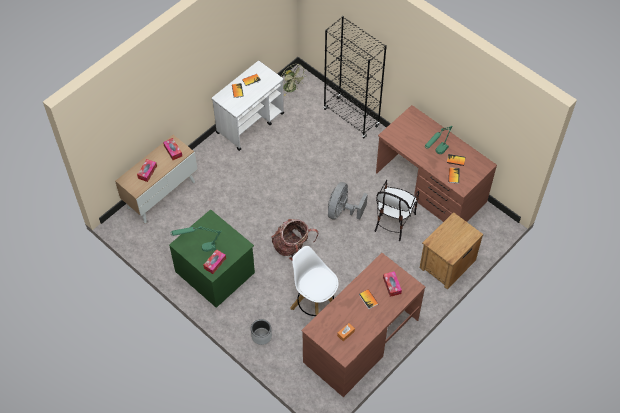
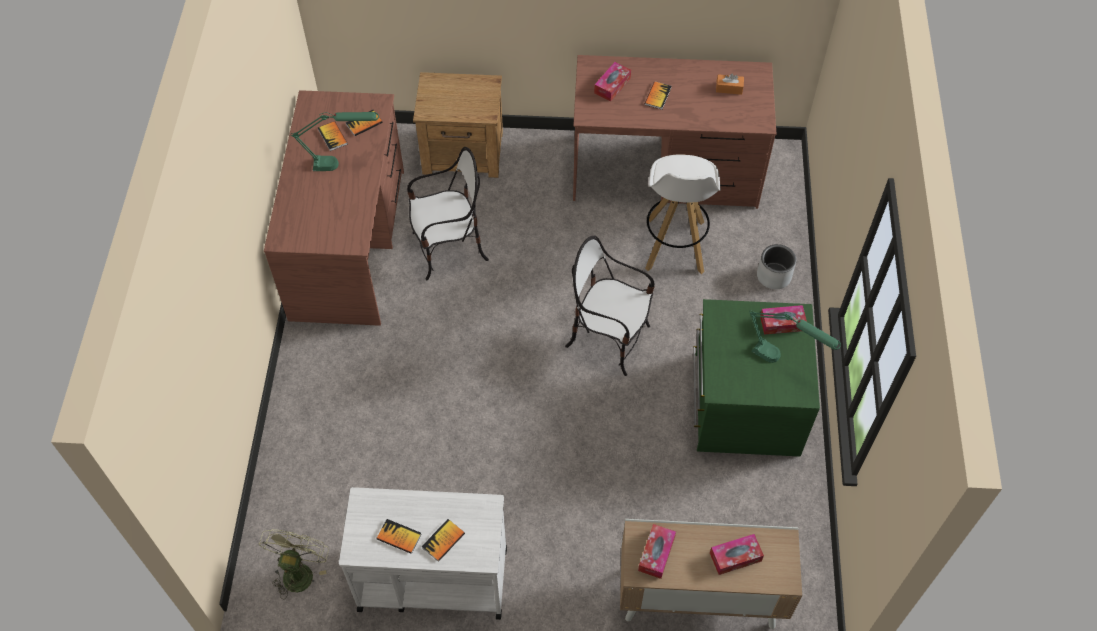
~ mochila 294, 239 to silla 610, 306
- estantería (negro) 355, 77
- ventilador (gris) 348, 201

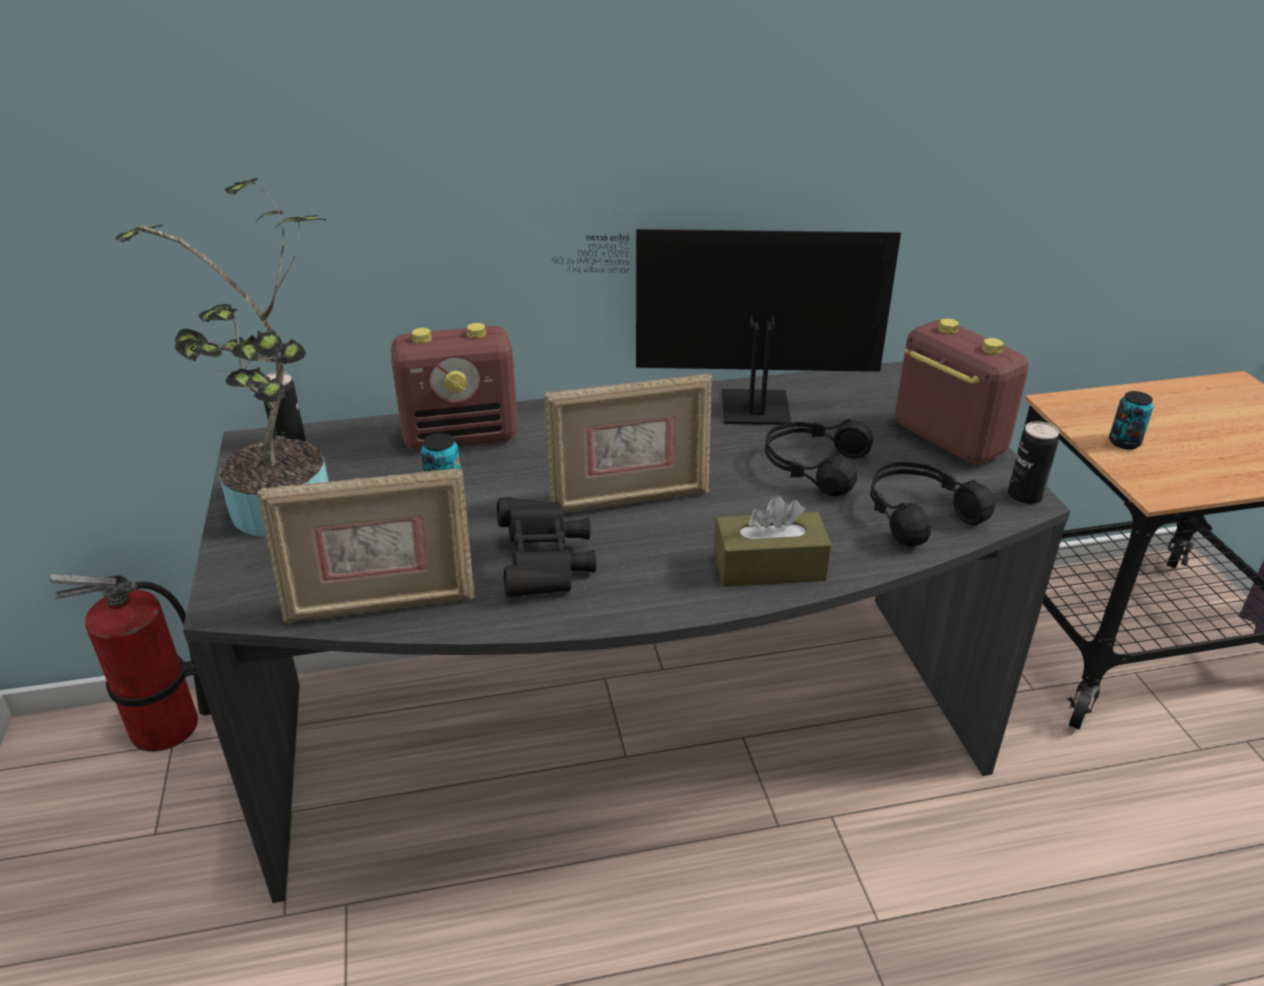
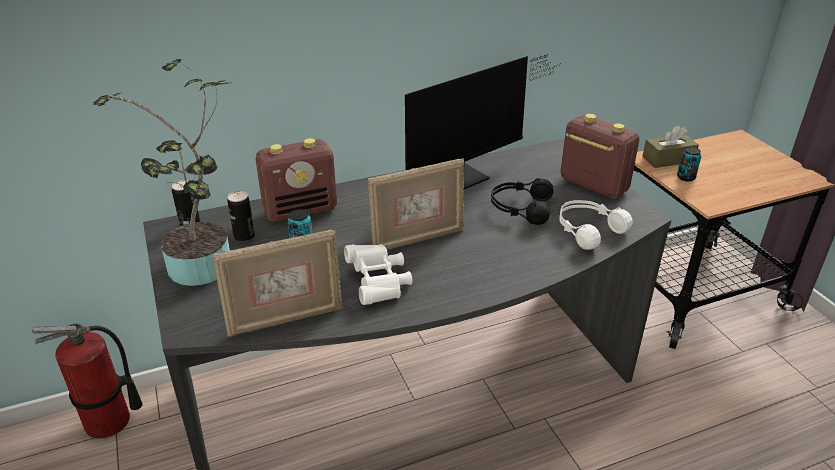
~ prismáticos (negro) 546, 547 to prismáticos (blanco) 378, 274
~ monitor 726, 327 = 483, 121 150 degrees clockwise
~ caja de pañuelos (marrón) 773, 541 to 670, 146
~ auriculares (negro) 932, 504 to auriculares (blanco) 595, 225
~ lata 1033, 463 to 241, 216

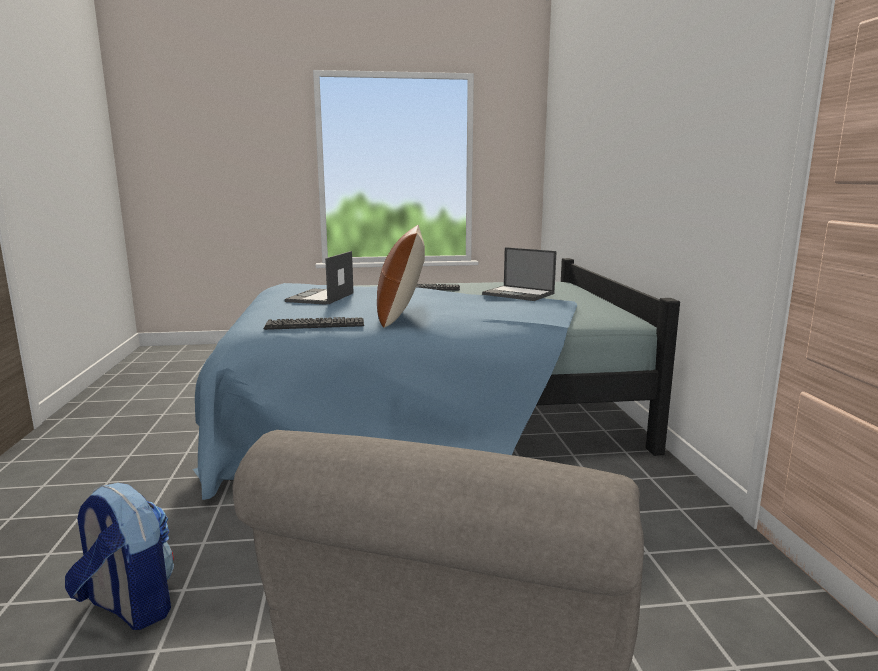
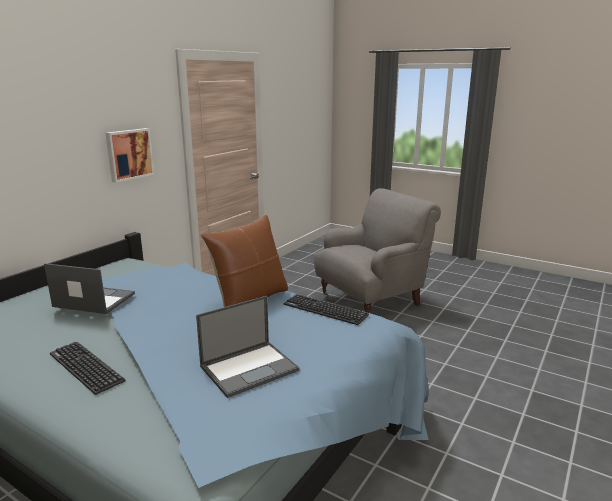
- mochila 119, 556
~ portátil 519, 274 = 89, 288 60 degrees counterclockwise
+ cuadro 130, 155

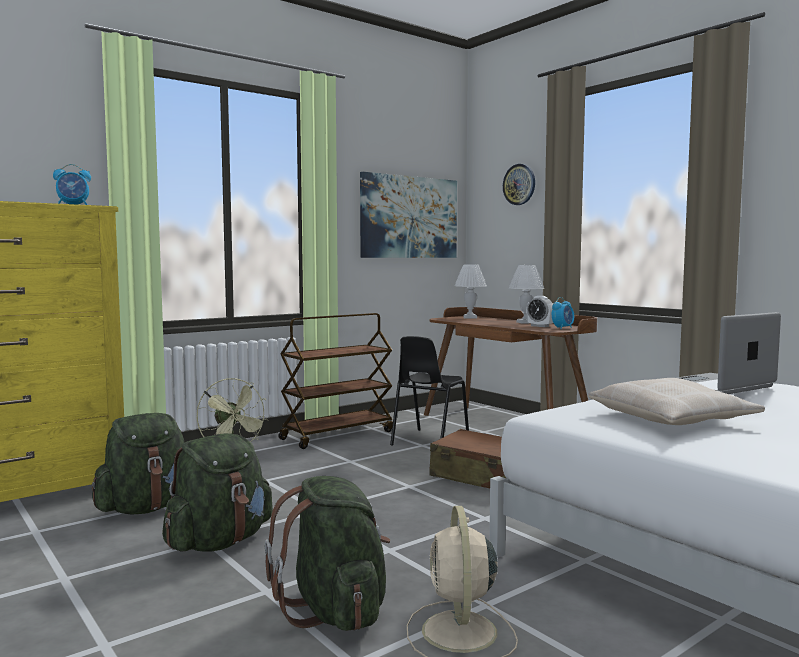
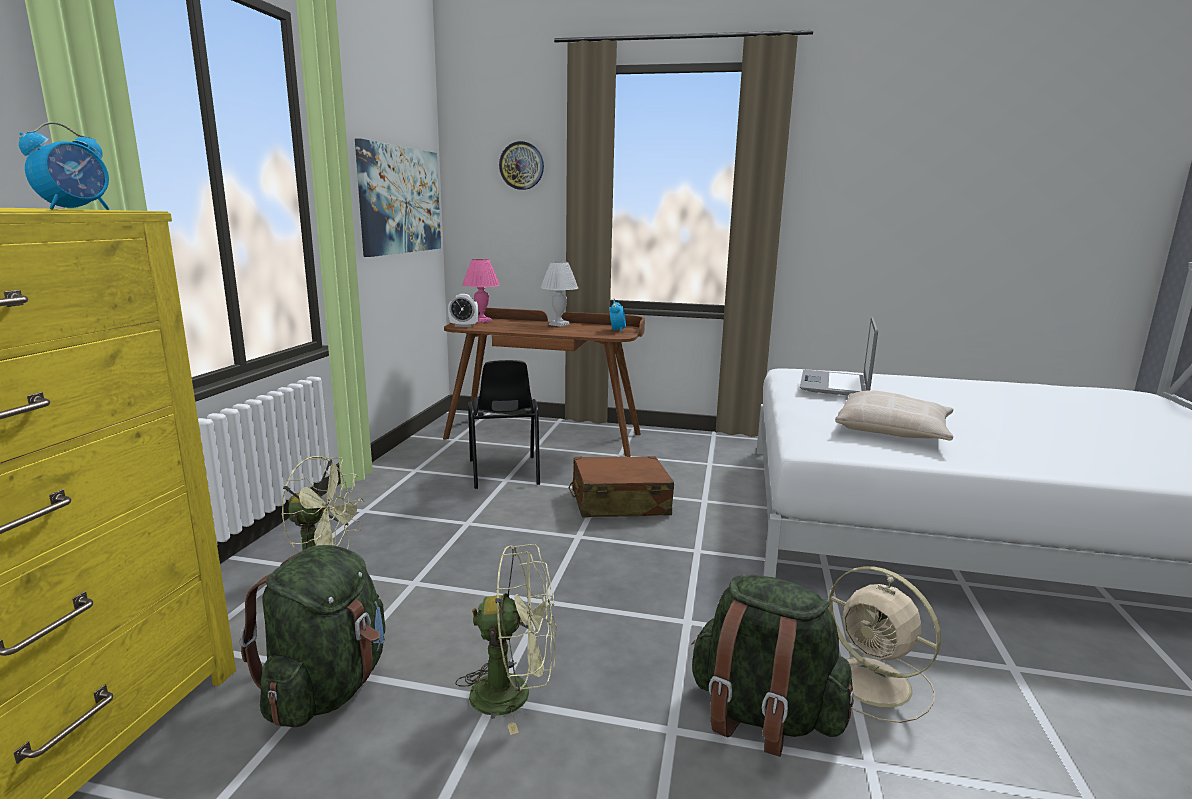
~ mochila (verde) 217, 492 to ventilador (verde) 506, 639
- carrito (marrón) 335, 381
~ lámpara de mesa (blanco) 471, 291 to lámpara de mesa (rosa) 481, 291
~ despertador 539, 311 to 463, 310

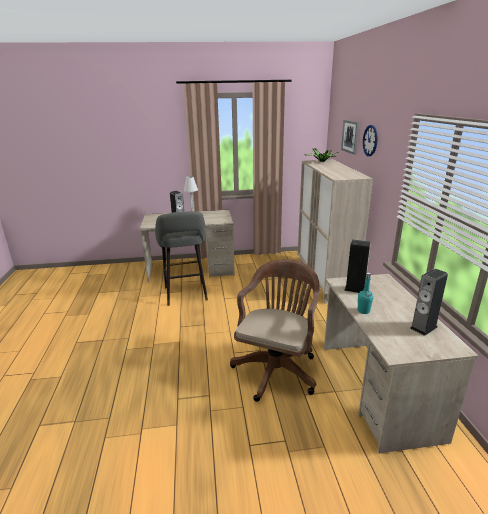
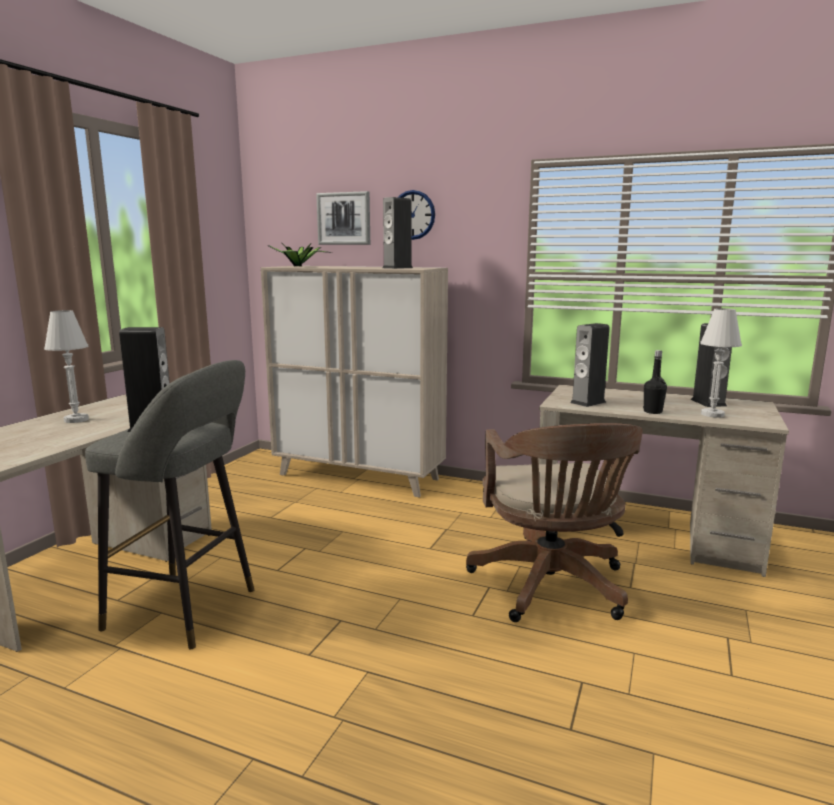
~ silla de oficina (marrón) 274, 330 = 554, 522 150 degrees counterclockwise
~ botella (turquesa) 366, 293 to botella (negro) 655, 382
+ altavoz 397, 233
+ lámpara de mesa (blanco) 721, 363

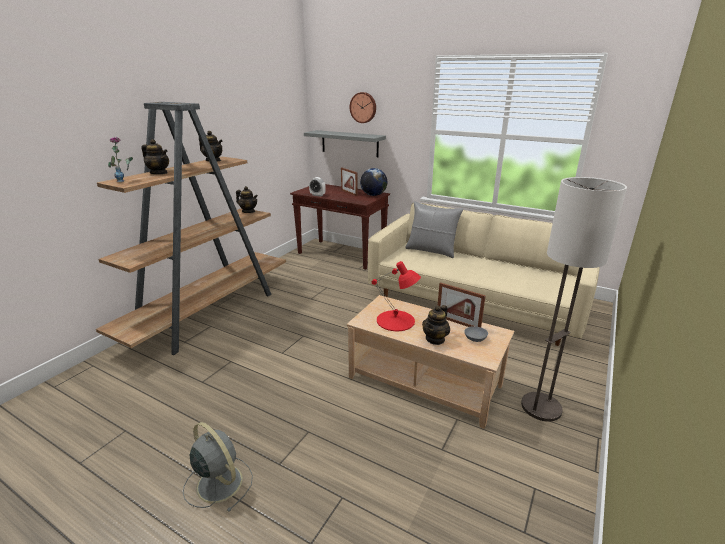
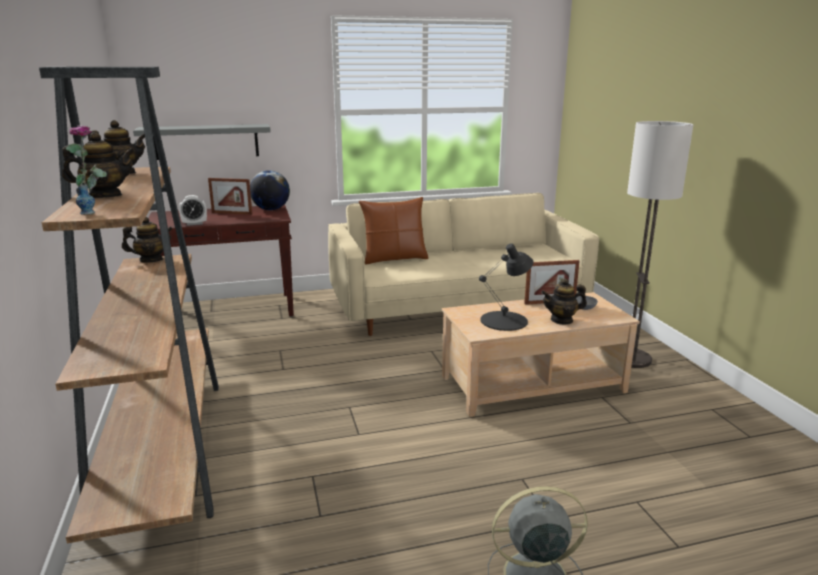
- reloj de pared 363, 107
~ lámpara de mesa (rojo) 396, 296 to lámpara de mesa (negro) 506, 287
~ cojín (gris) 434, 229 to cojín (marrón) 394, 230
~ tetera 436, 325 = 564, 301 90 degrees clockwise

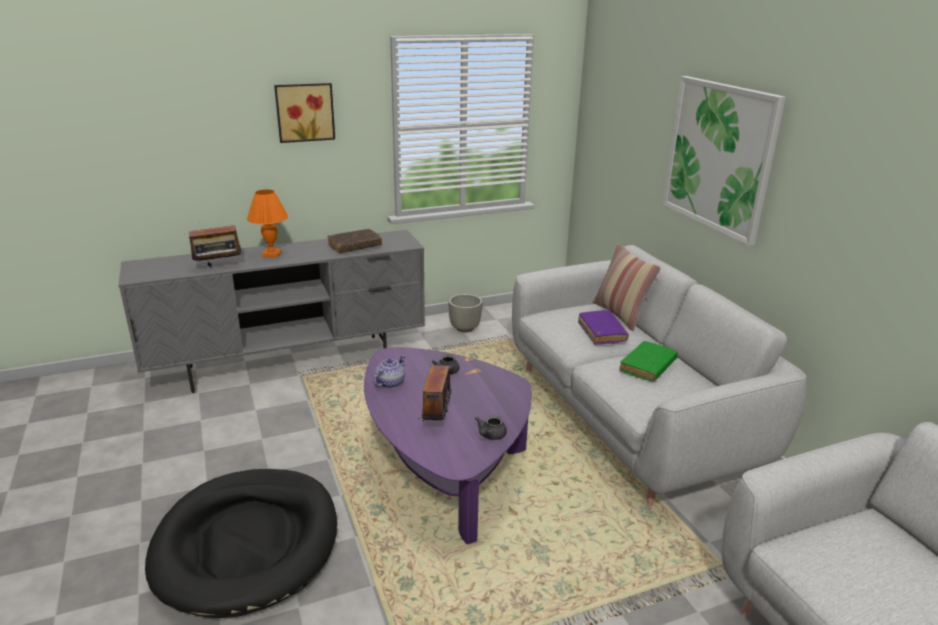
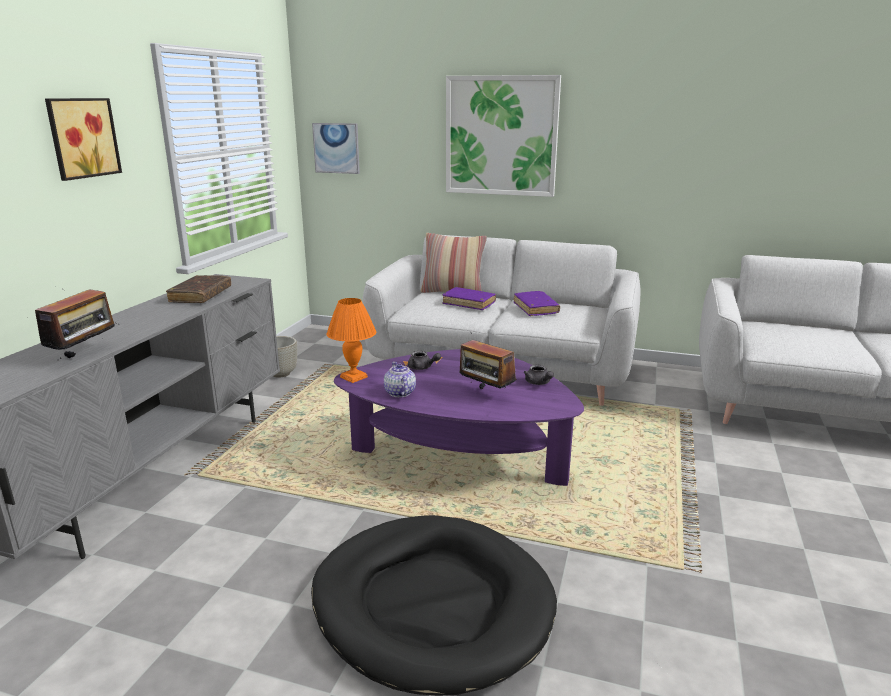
~ lámpara de mesa (naranja) 267, 224 to 351, 340
~ libro (verde) 649, 361 to libro (morado) 537, 303
+ cuadro 336, 148

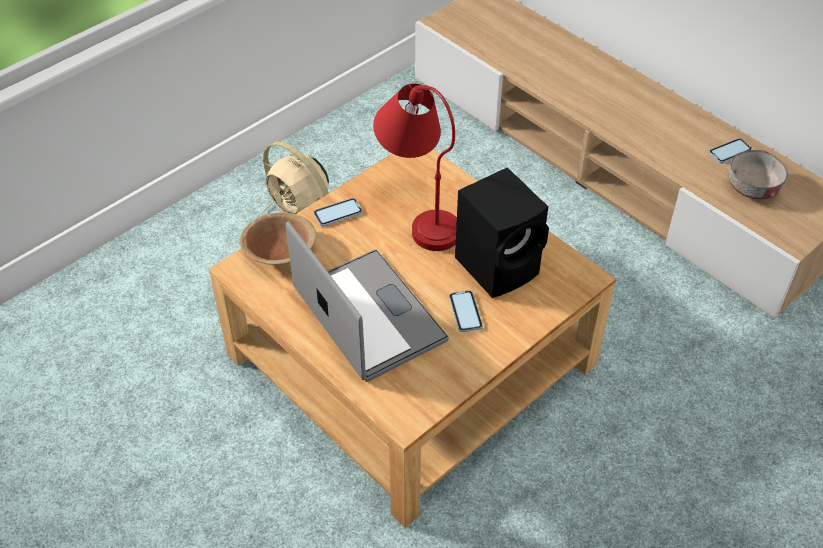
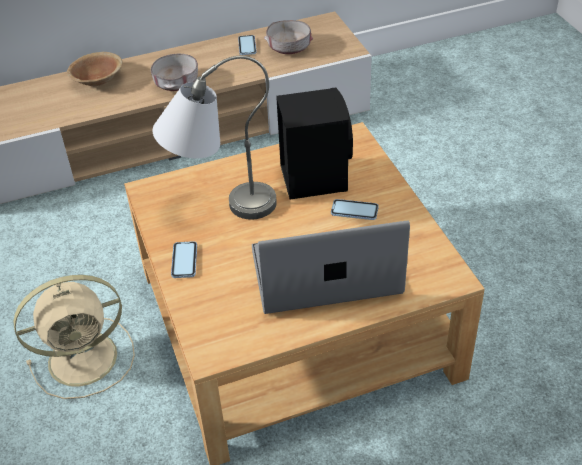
~ cuenco (marrón) 278, 239 to 95, 69
~ lámpara de mesa (rojo) 415, 167 to lámpara de mesa (gris) 215, 137
+ cuenco (gris) 174, 72

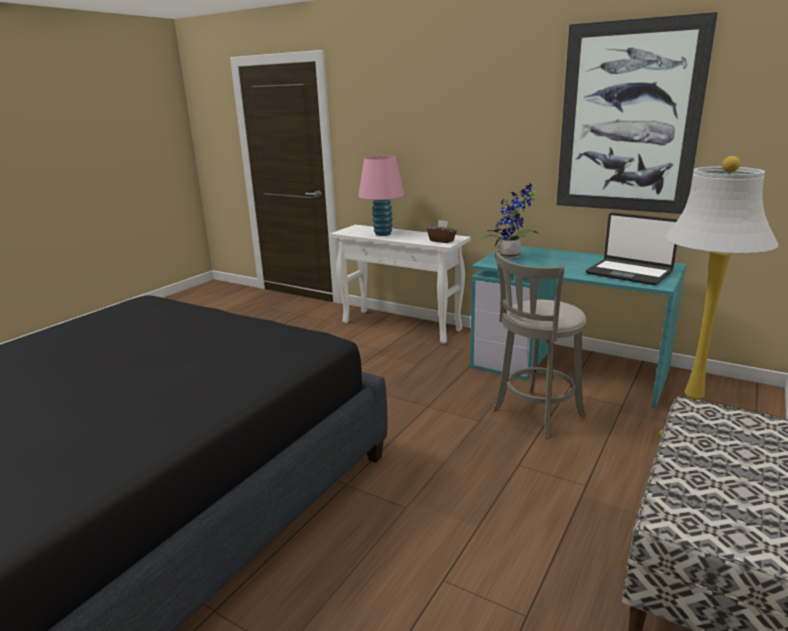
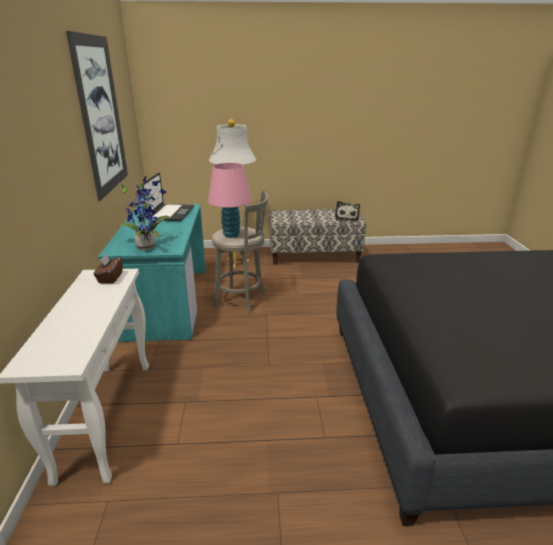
~ lámpara de mesa (rosa) 381, 196 to 230, 200
+ peluche 347, 211

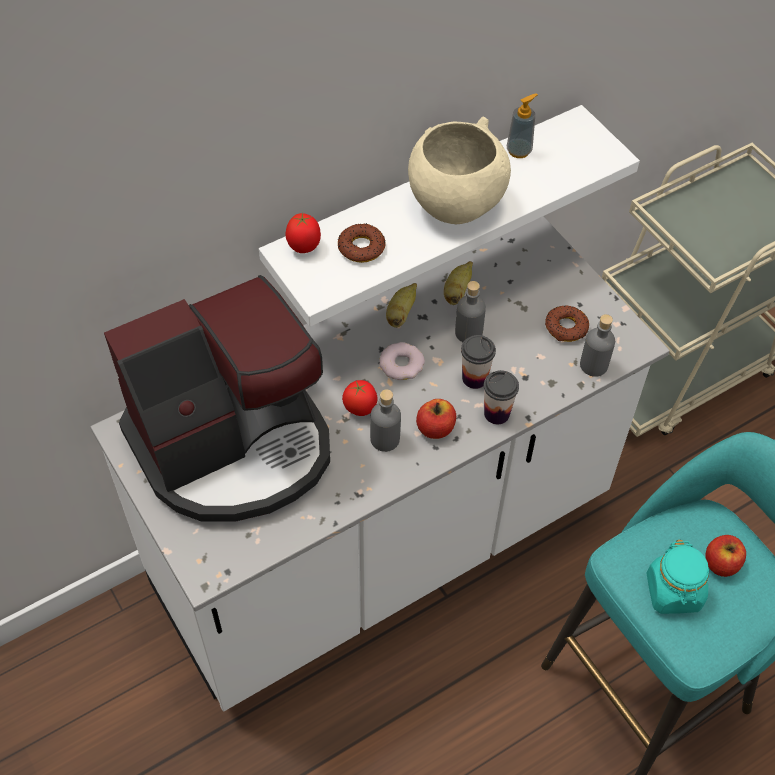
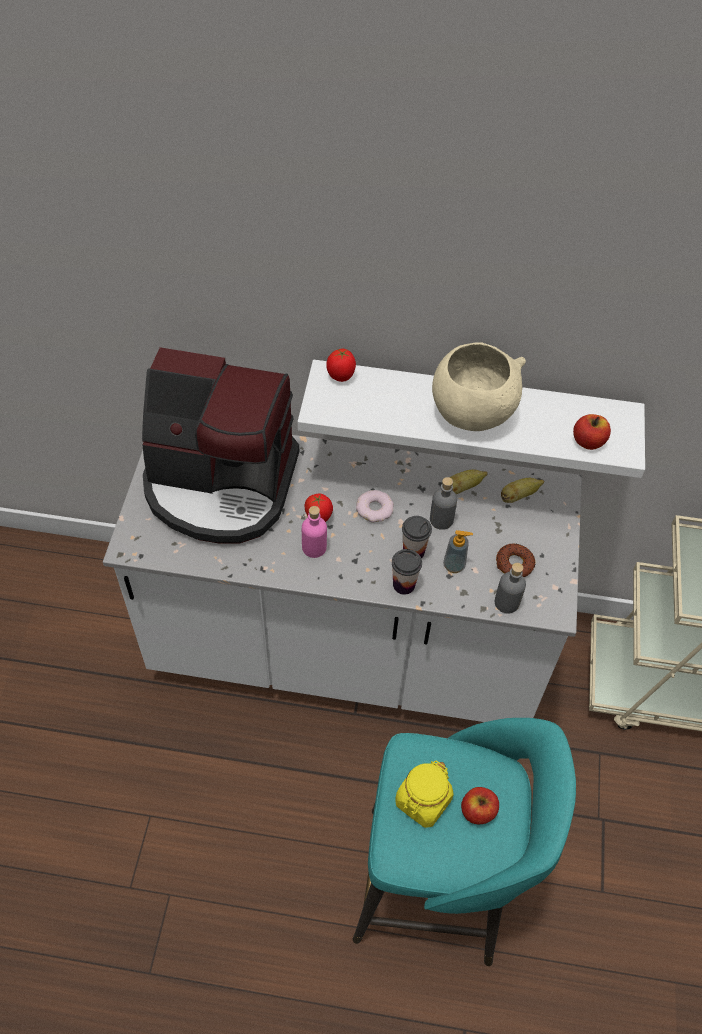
- rosquilla 362, 243
~ botella (gris) 385, 420 to botella (rosa) 314, 532
~ plátano 401, 305 to 522, 490
~ manzana 436, 419 to 592, 432
~ dispensador de jabón 522, 125 to 458, 551
~ tarro (turquesa) 677, 577 to tarro (amarillo) 424, 794

